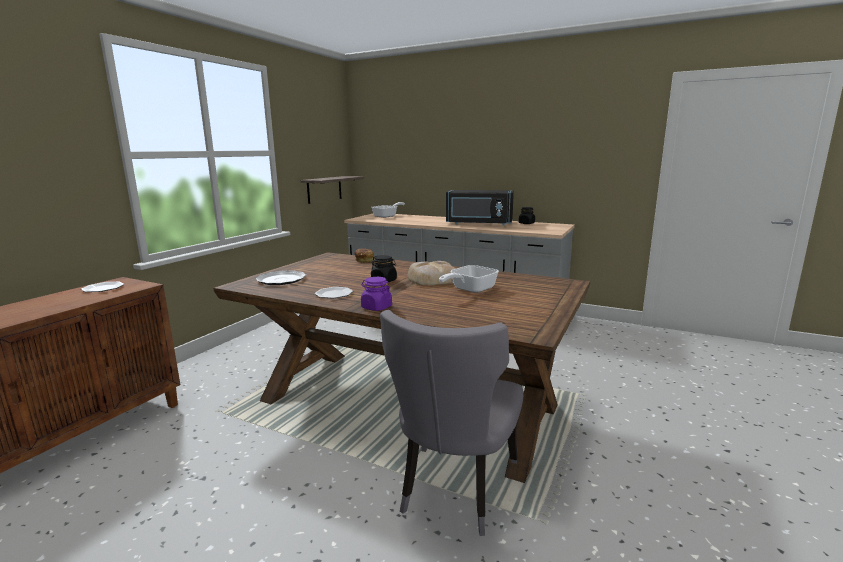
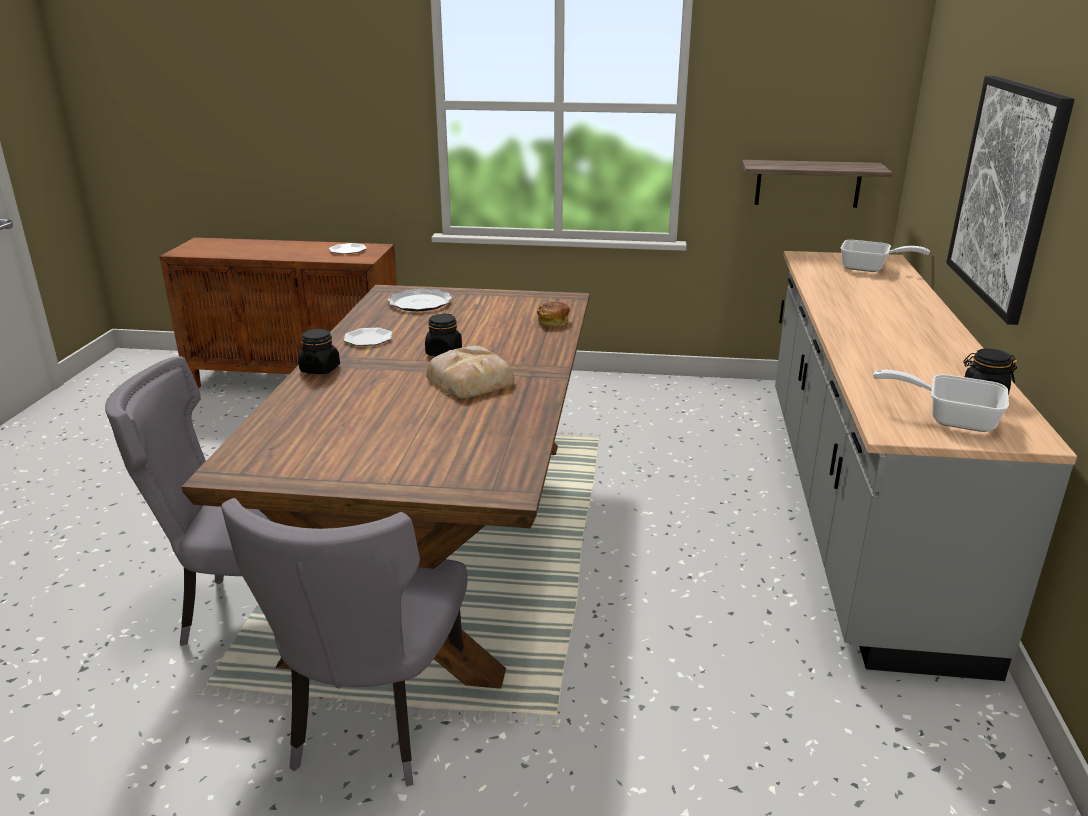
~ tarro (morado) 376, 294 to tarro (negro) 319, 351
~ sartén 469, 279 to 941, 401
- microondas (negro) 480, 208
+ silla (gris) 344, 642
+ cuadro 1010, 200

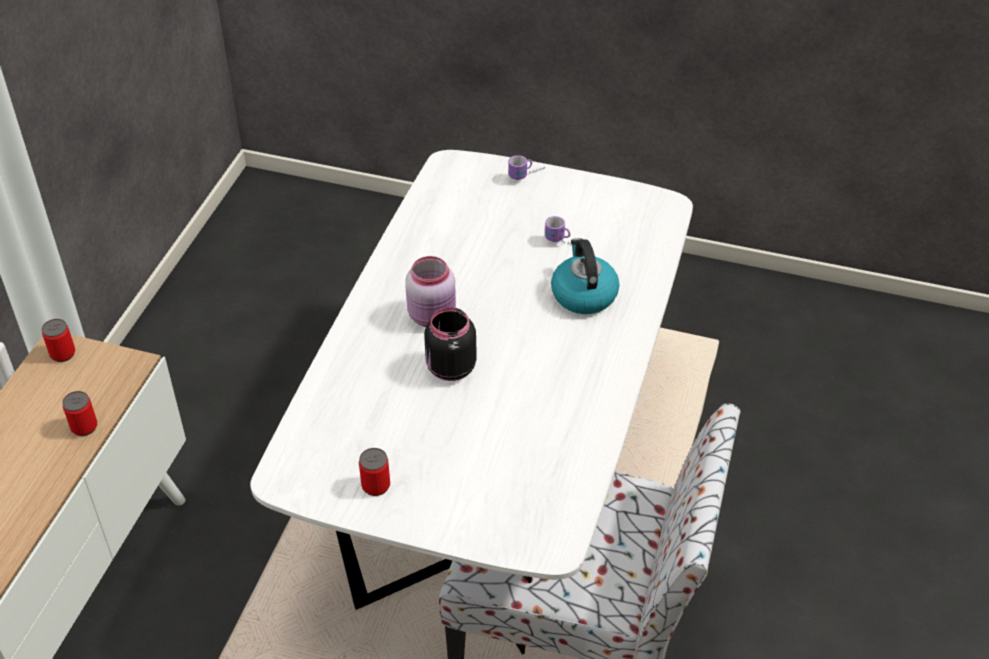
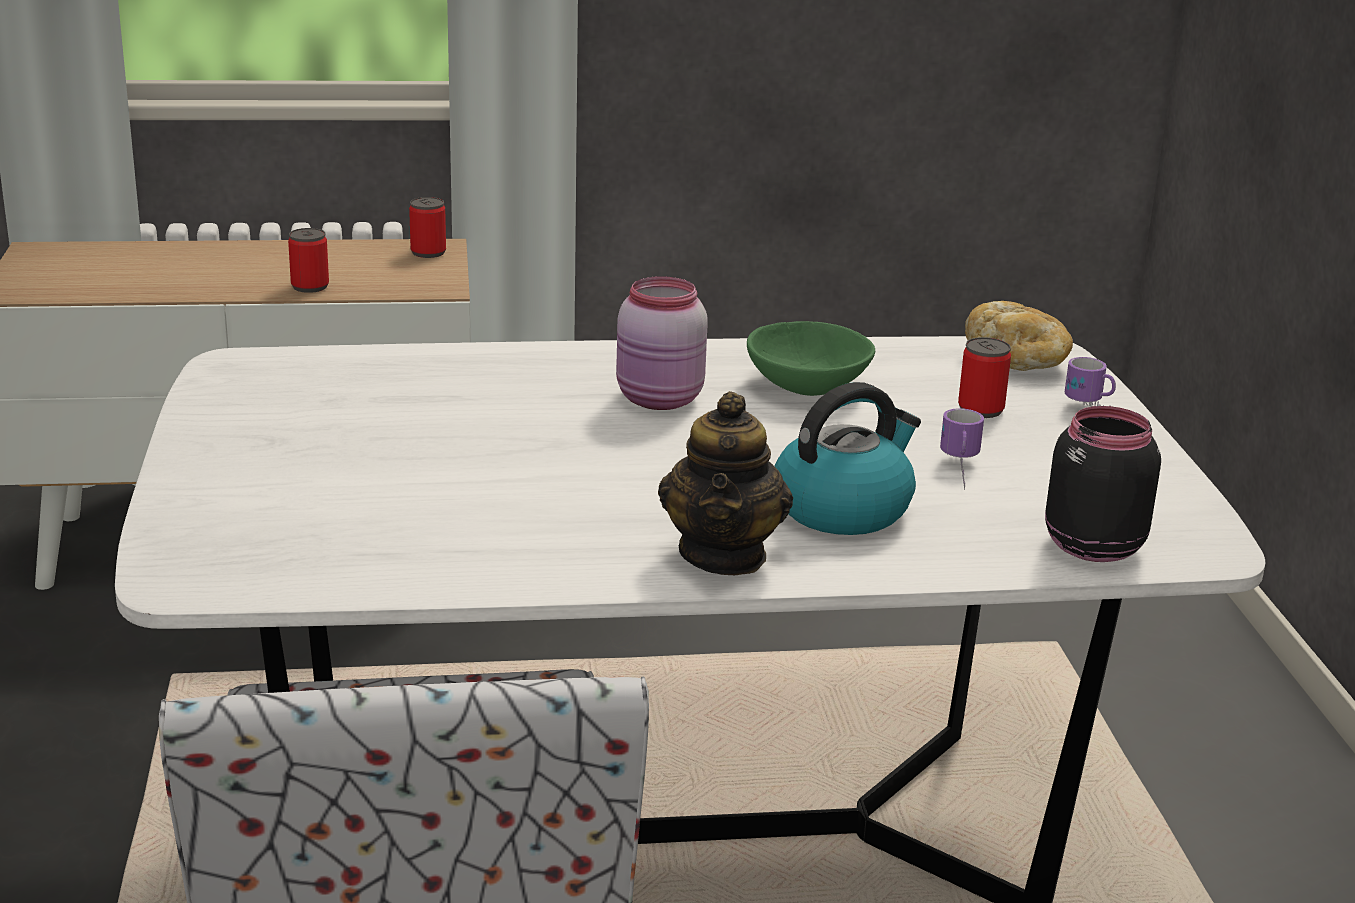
~ lata 374, 472 to 984, 377
~ tarro (negro) 450, 344 to 1103, 484
+ tetera 725, 483
+ cuenco (verde) 811, 358
+ pan 1019, 336

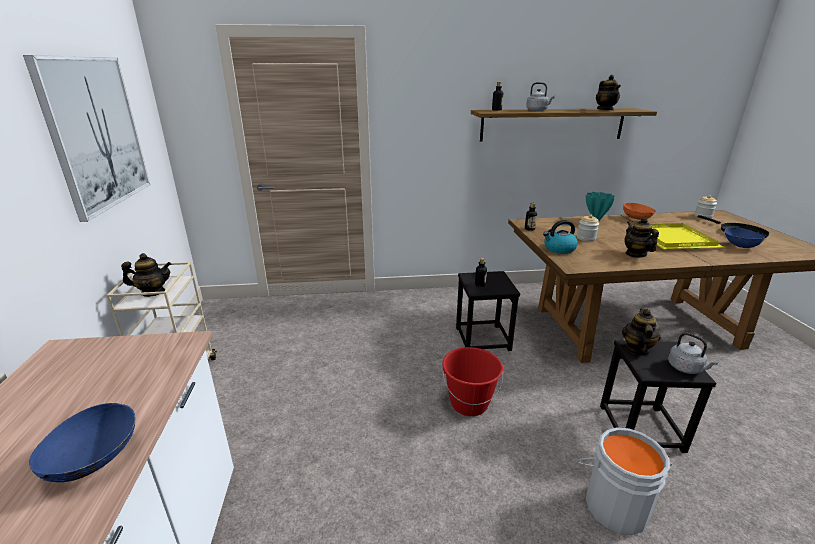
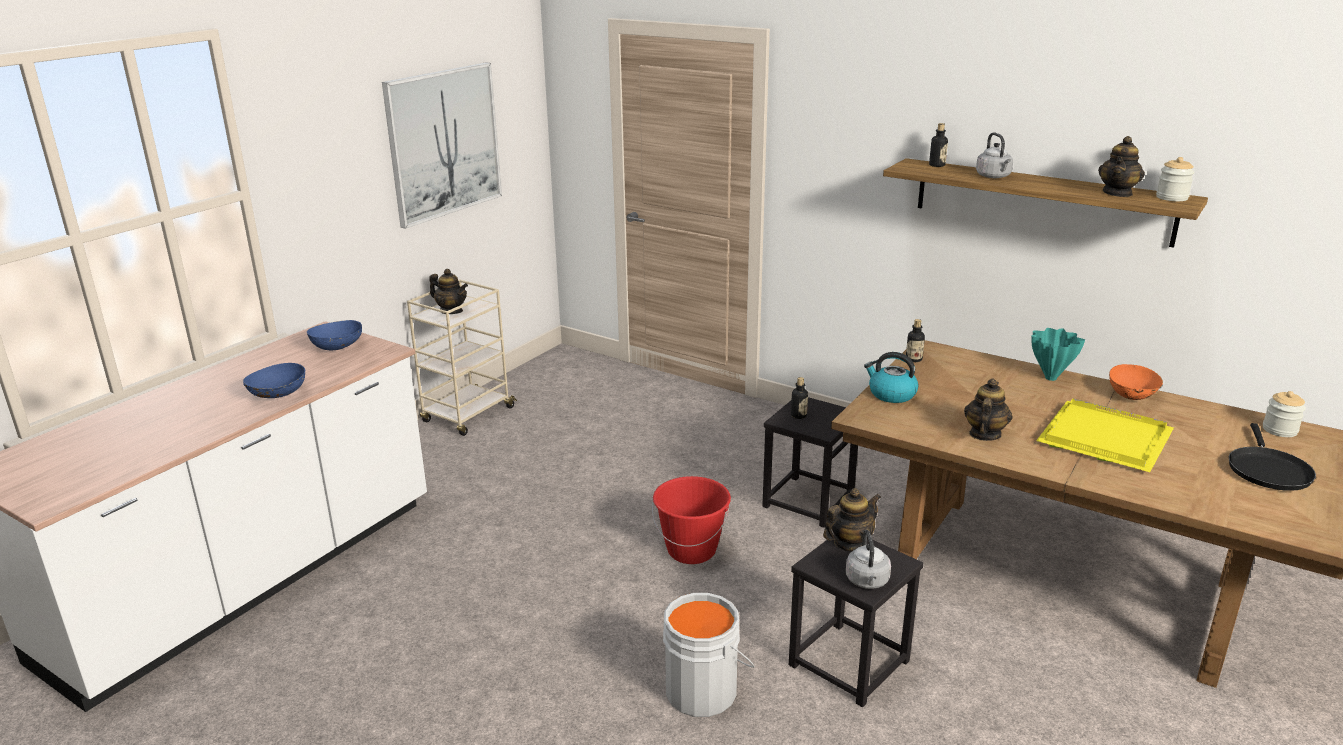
~ tarro 588, 228 to 1175, 179
~ cuenco (azul) 744, 237 to 334, 335

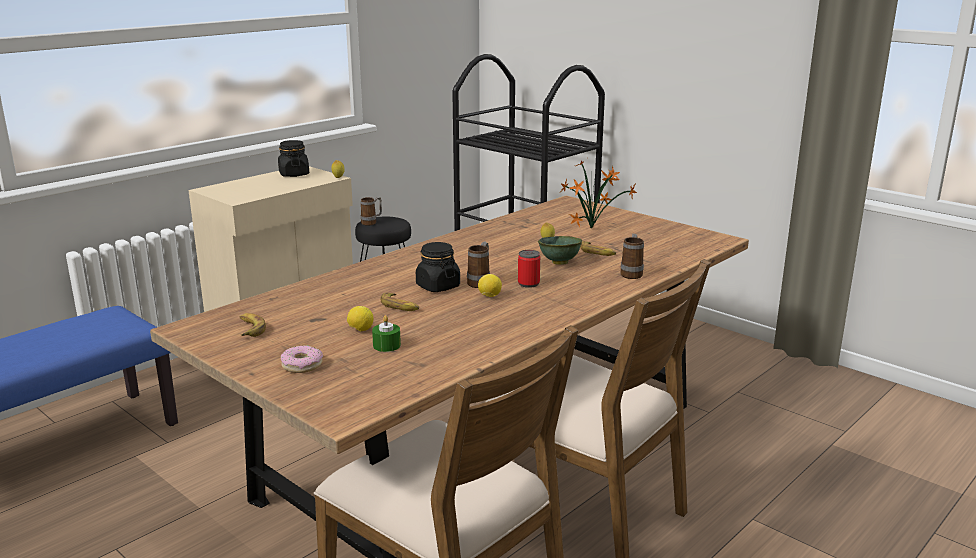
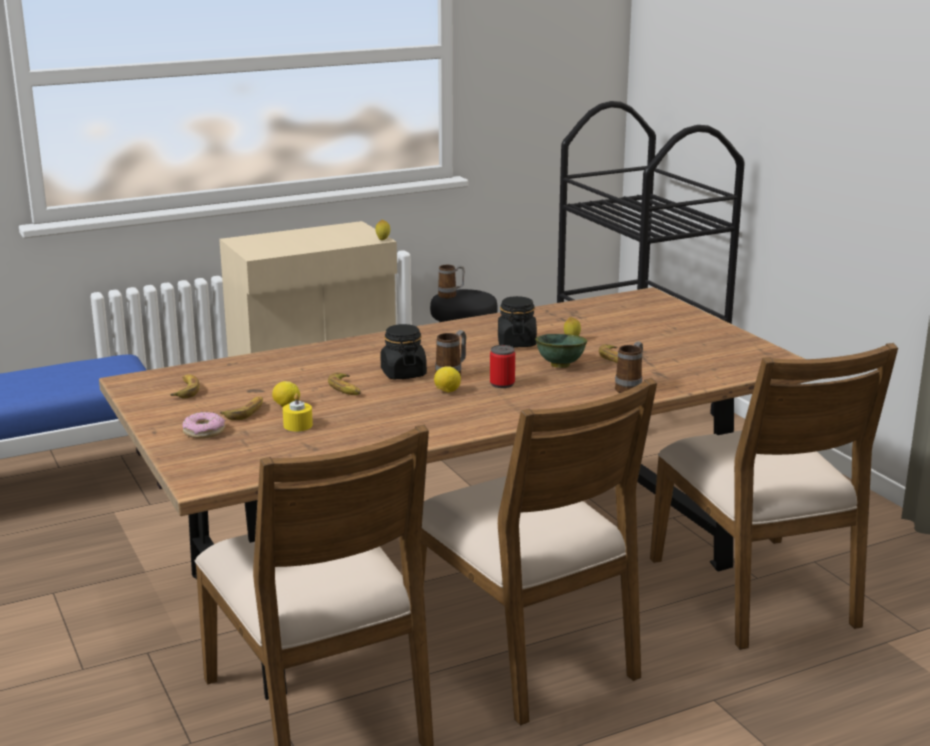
~ tarro (negro) 293, 158 to 517, 321
~ vela (verde) 386, 333 to vela (amarillo) 298, 412
- planta en maceta 598, 194
+ plátano 241, 408
+ silla (marrón) 774, 496

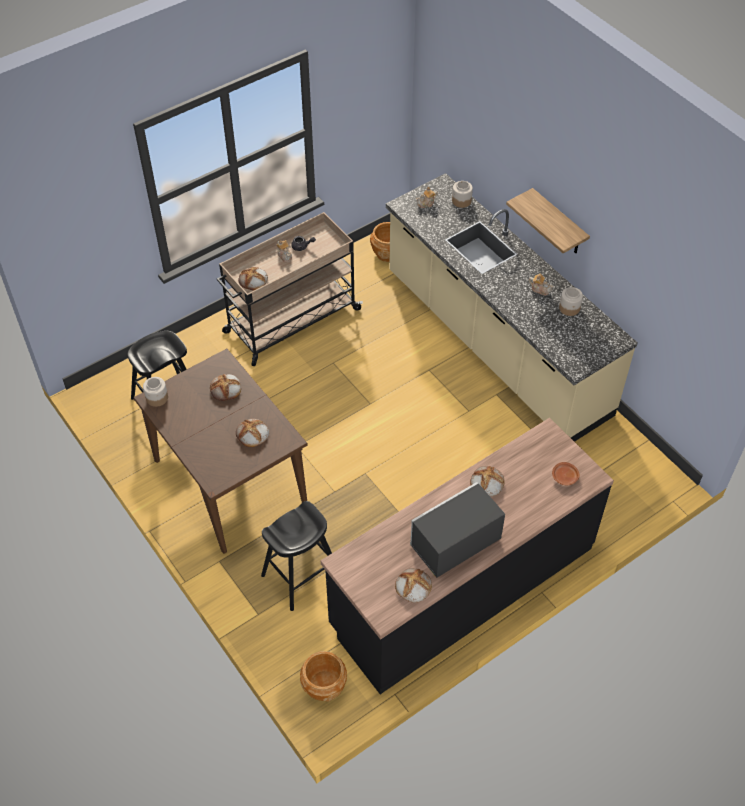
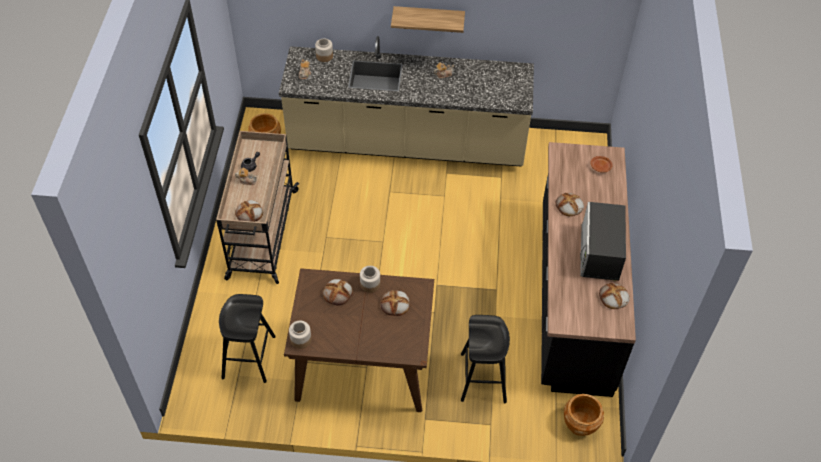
~ tarro 571, 301 to 370, 279

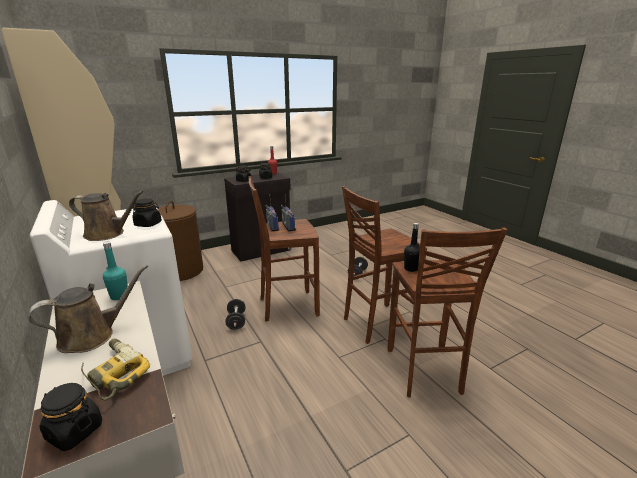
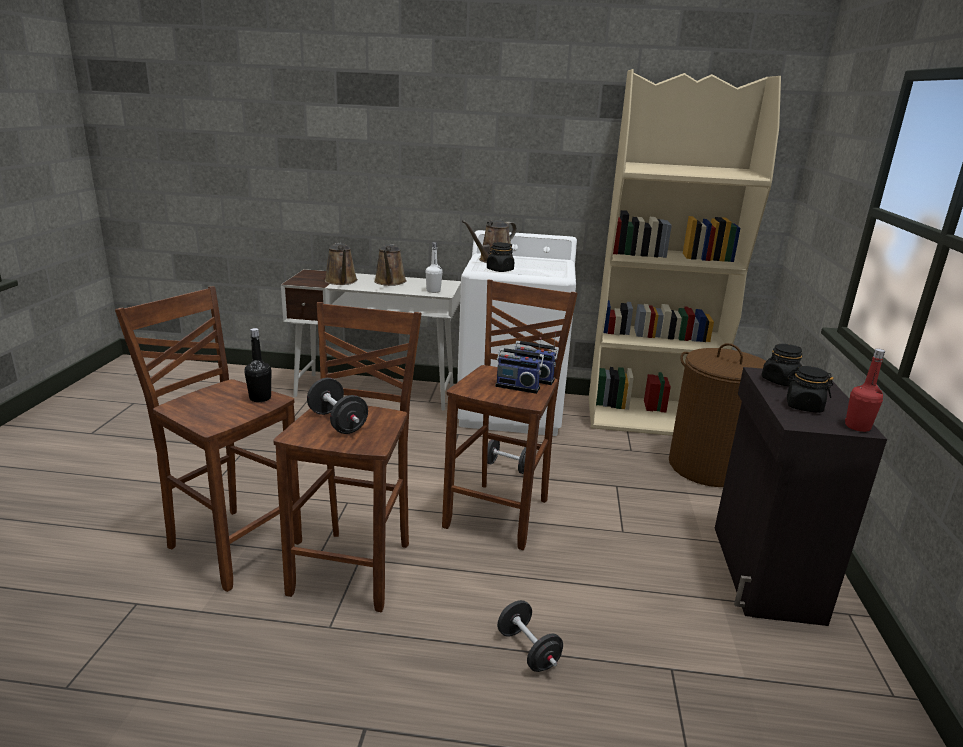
- tarro (negro) 71, 417
~ taladro 115, 369 to regadera (marrón) 341, 264
~ botella (turquesa) 115, 270 to botella (blanco) 434, 267
+ mancuerna (negro) 337, 406

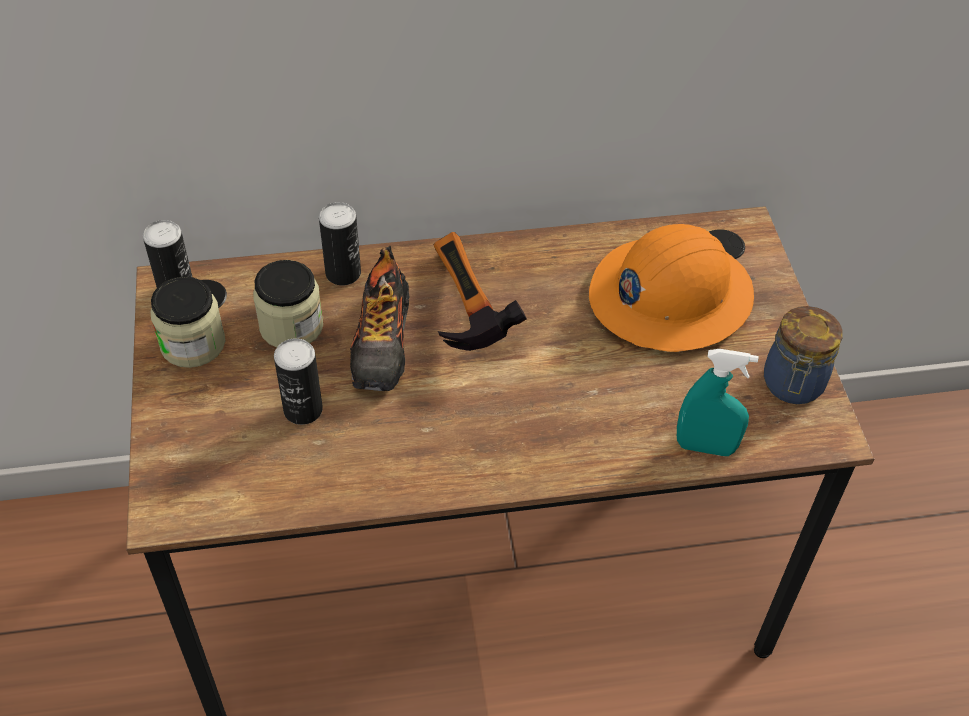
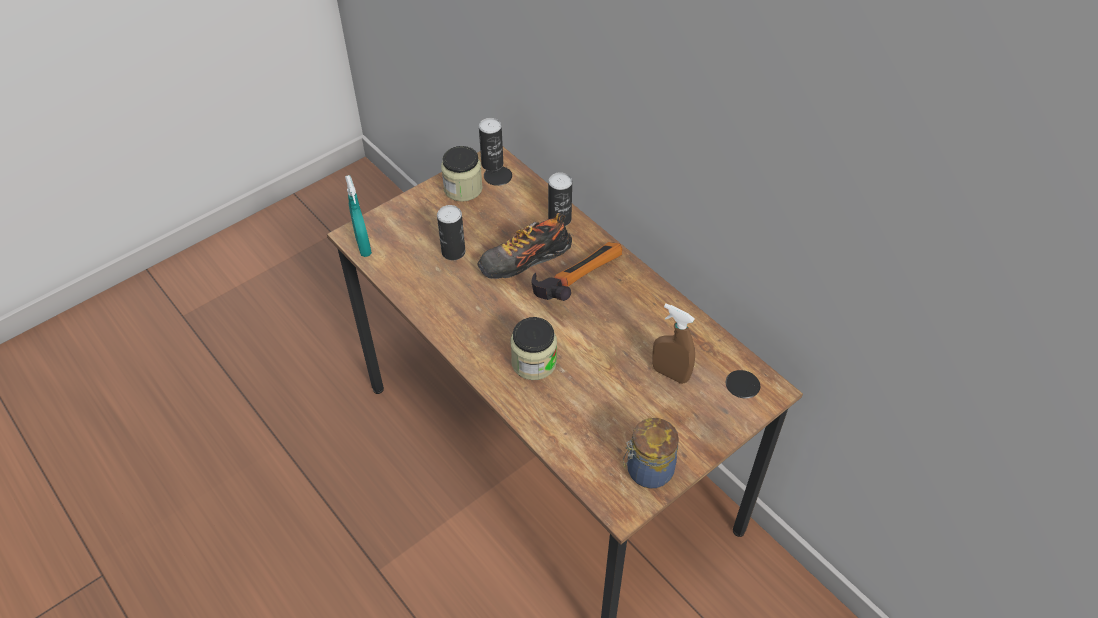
~ tarro 288, 303 to 533, 348
~ casco (naranja) 671, 288 to pulverizador (marrón) 673, 343
~ pulverizador (turquesa) 718, 402 to 358, 216

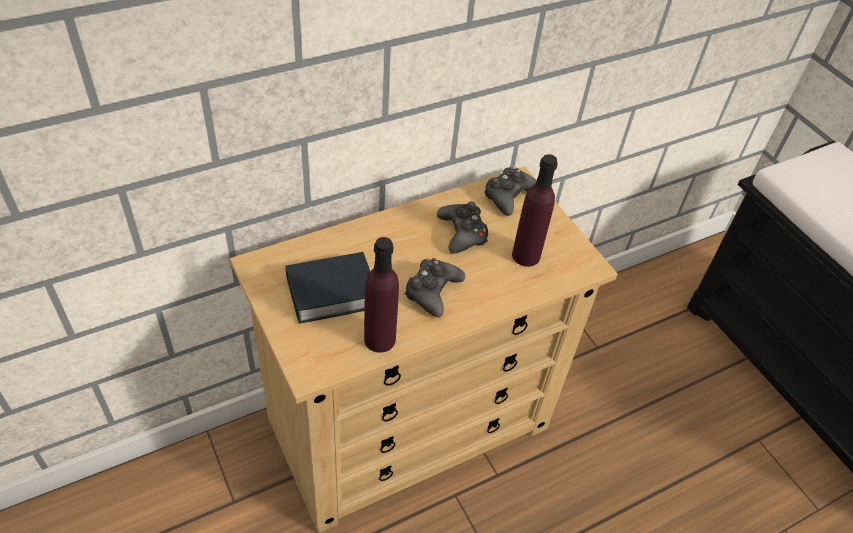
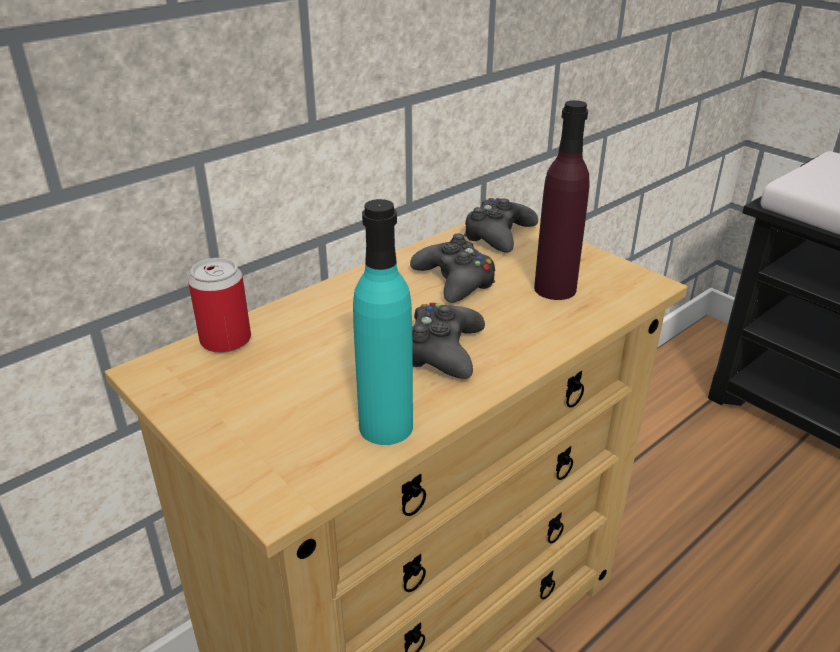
- libro 328, 287
~ botella (morado) 381, 295 to botella (turquesa) 383, 322
+ lata 219, 305

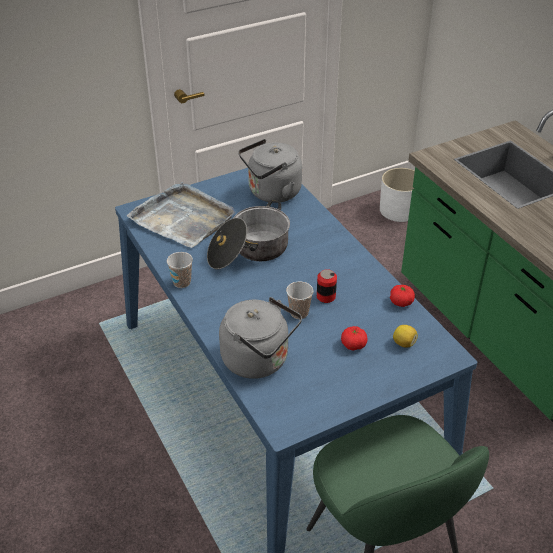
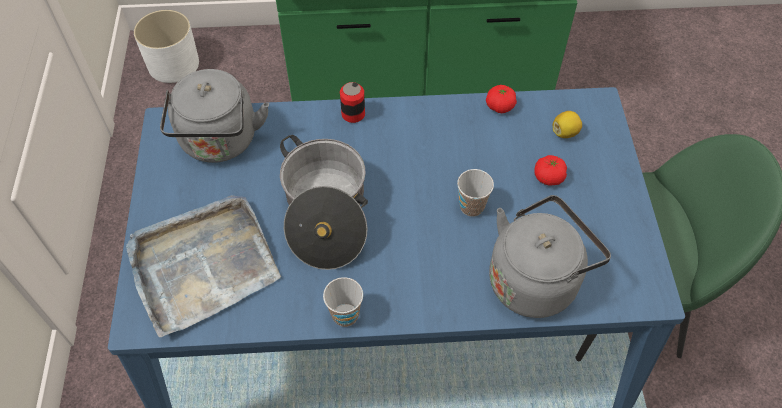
~ lata 327, 286 to 352, 102

